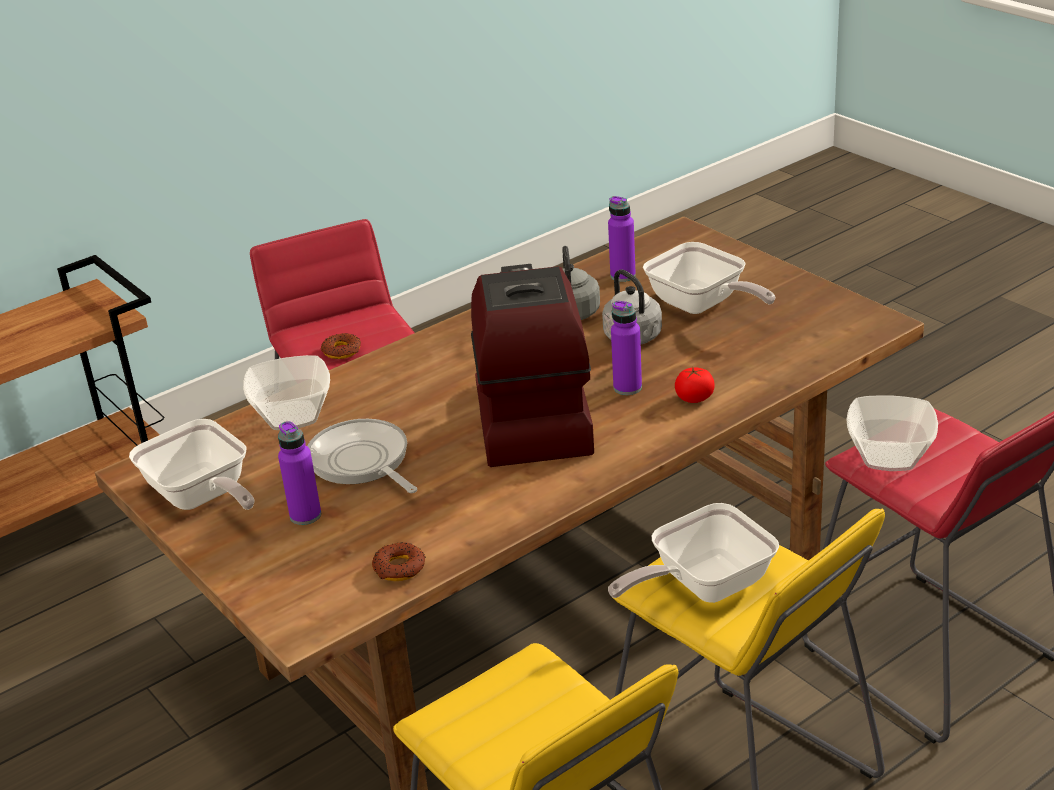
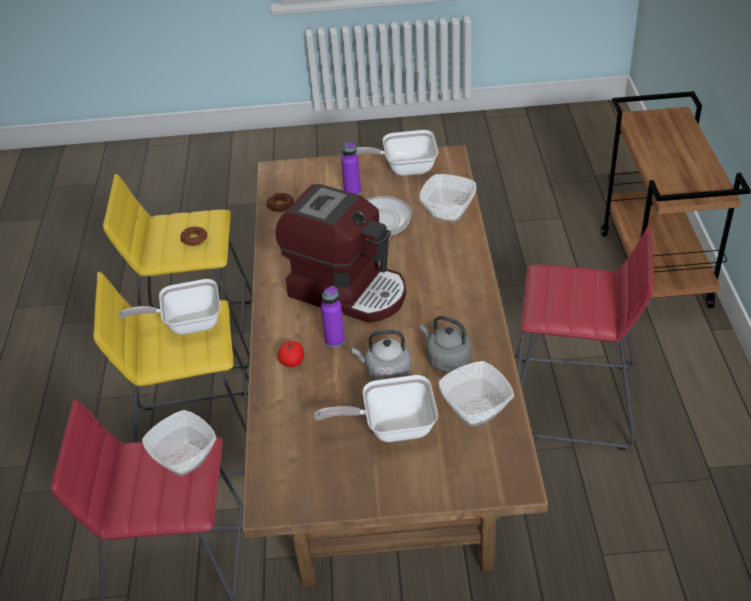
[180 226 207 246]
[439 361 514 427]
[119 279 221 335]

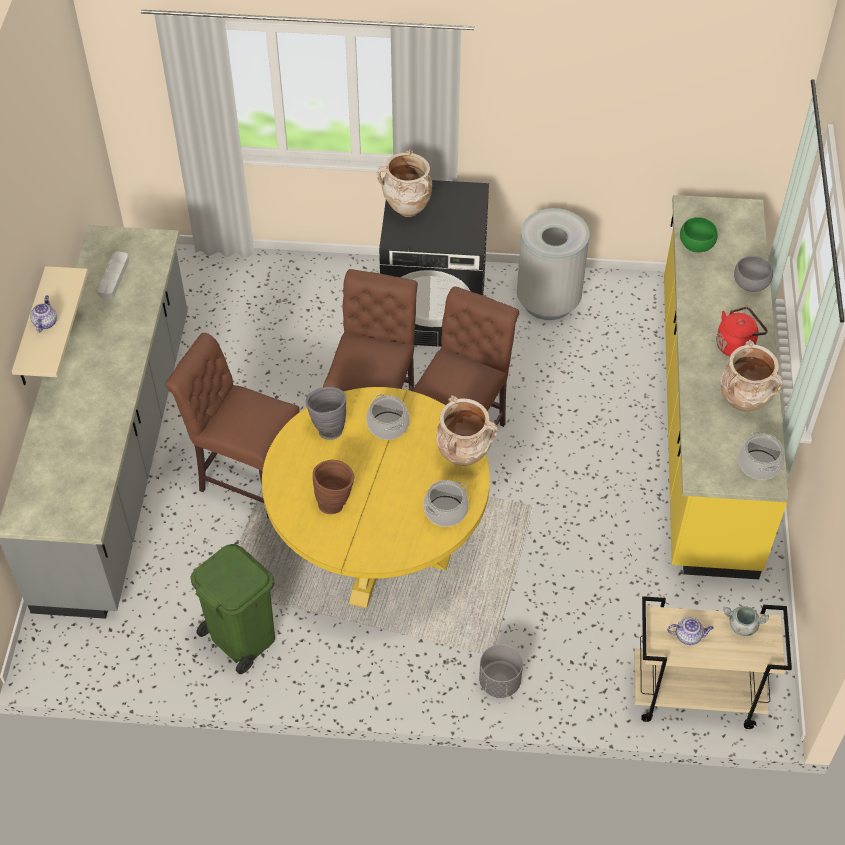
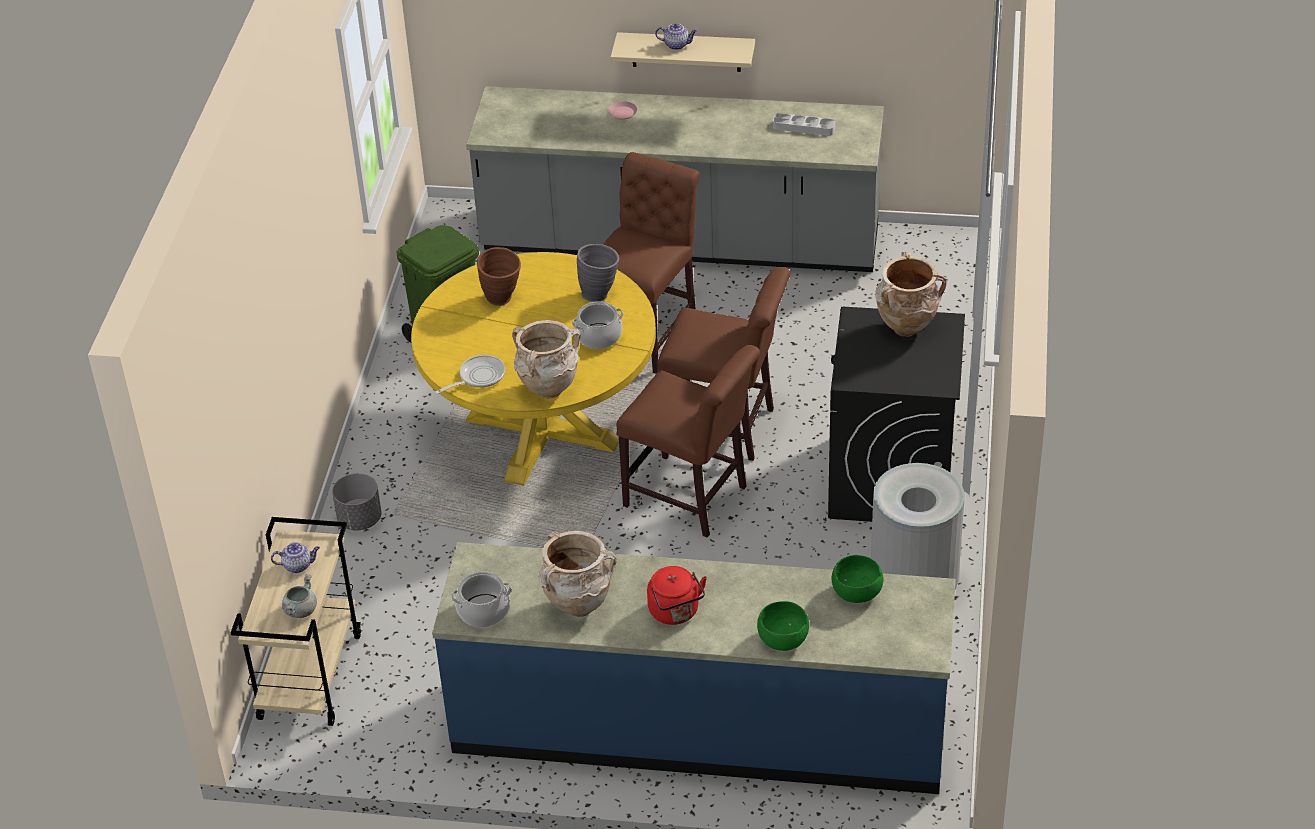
[435 355 505 394]
[432 542 956 794]
[271 542 320 573]
[757 601 809 651]
[608 101 638 120]

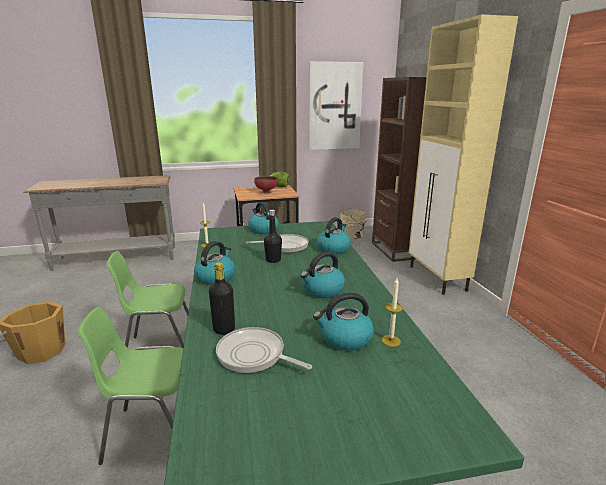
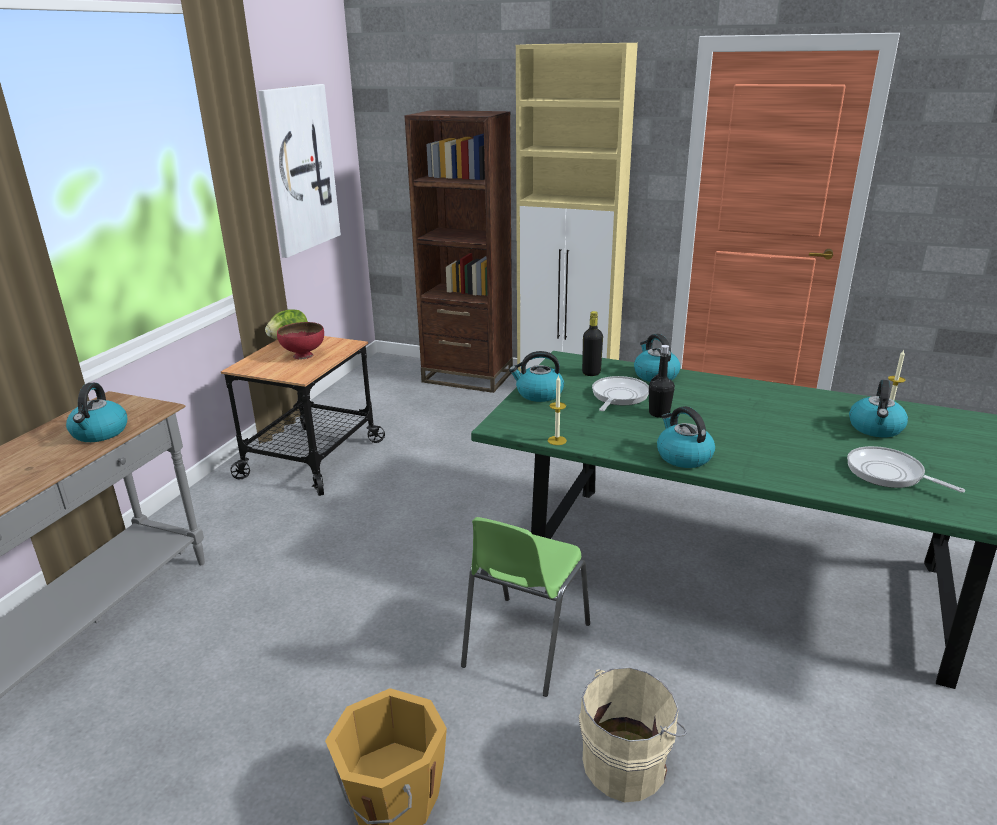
[77 307 183 465] (first image)
[582 311 603 376]
[847 446 965 493]
[66 383 127 442]
[579 667 687 803]

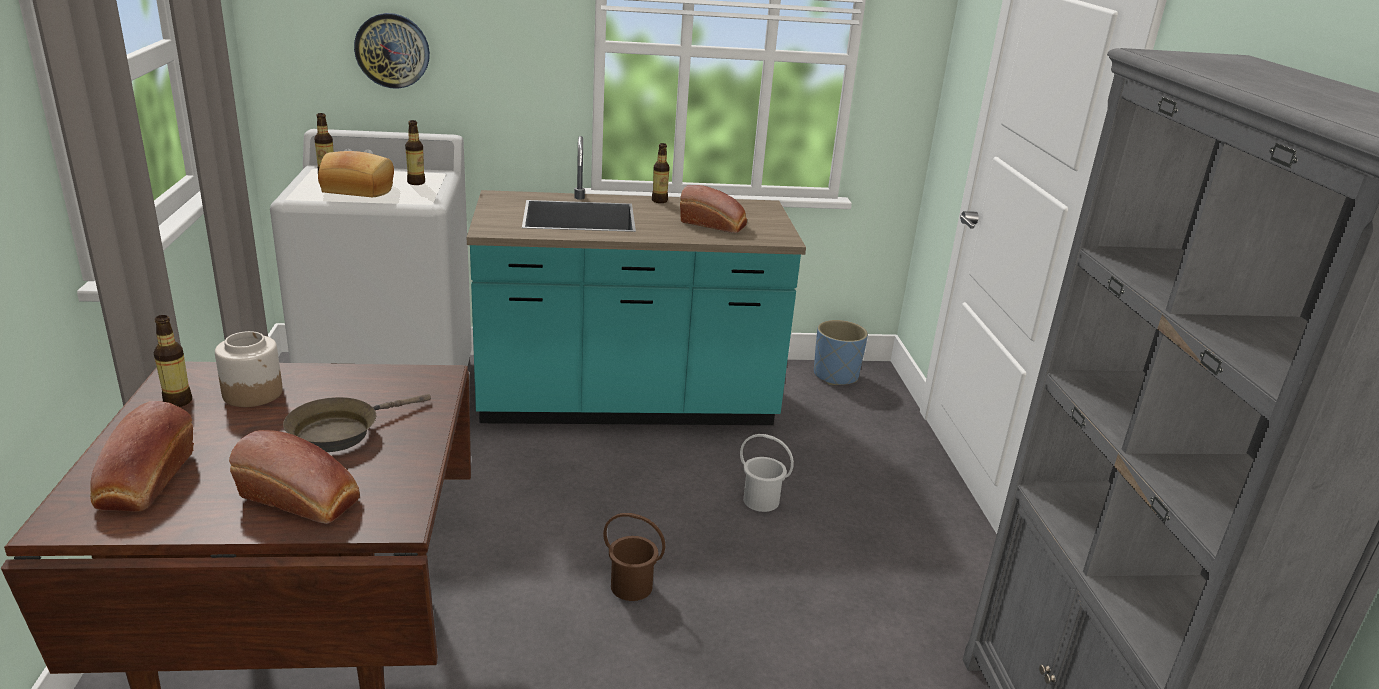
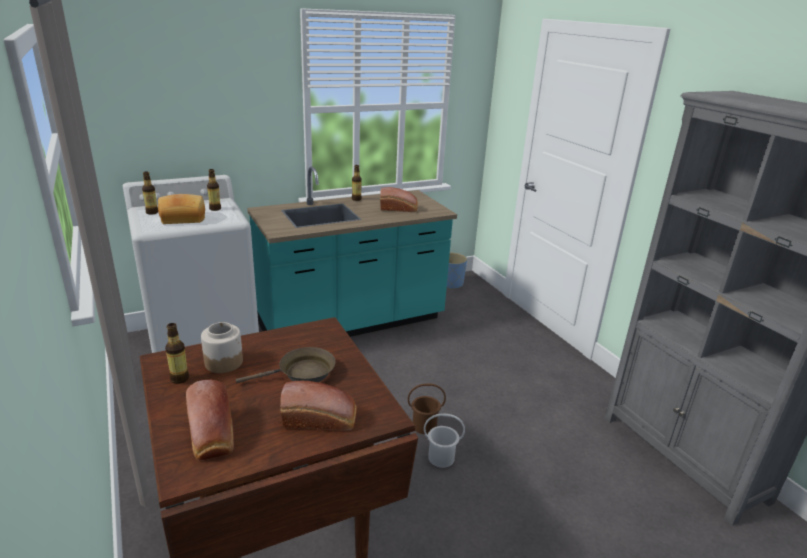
[236 347 335 383]
[354 13 430 89] (first image)
[424 413 465 468]

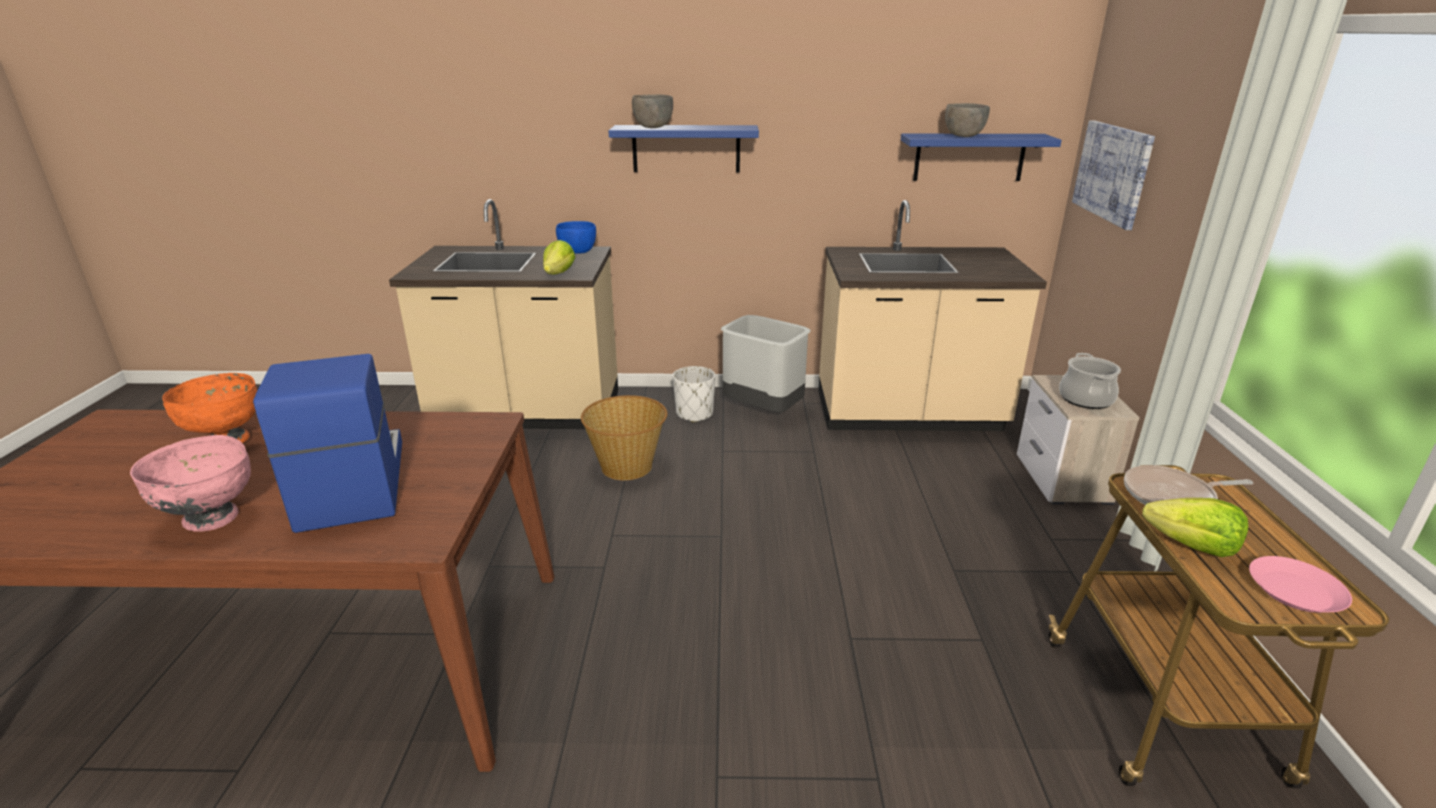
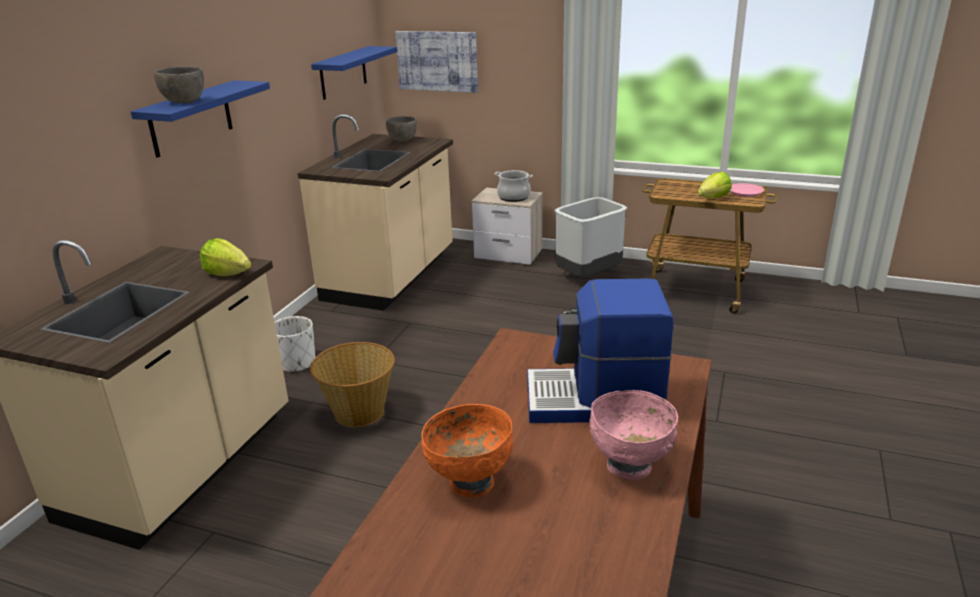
[556 221 596 254] (first image)
[554 197 627 277]
[386 116 417 141]
[1124 465 1253 505] (first image)

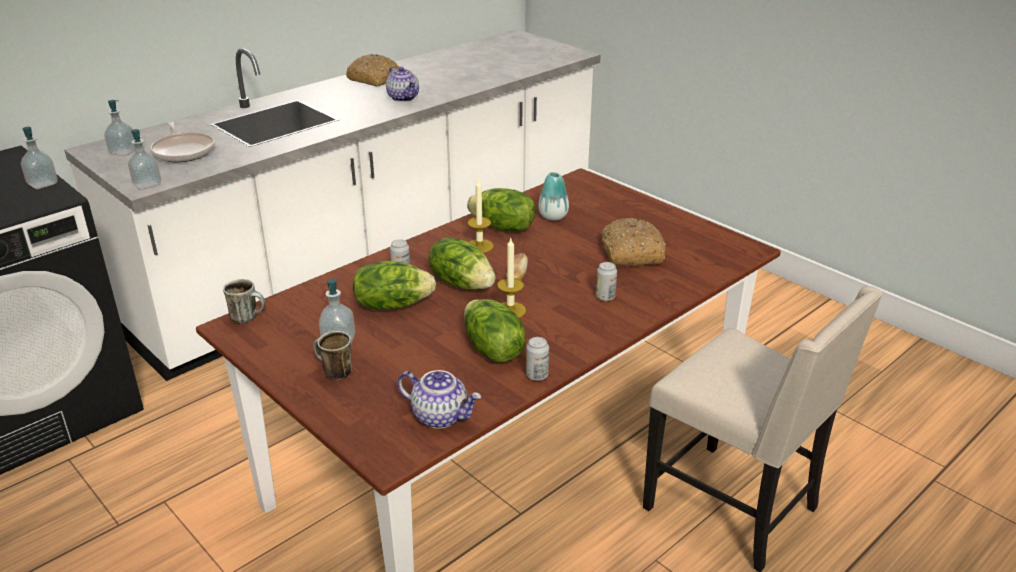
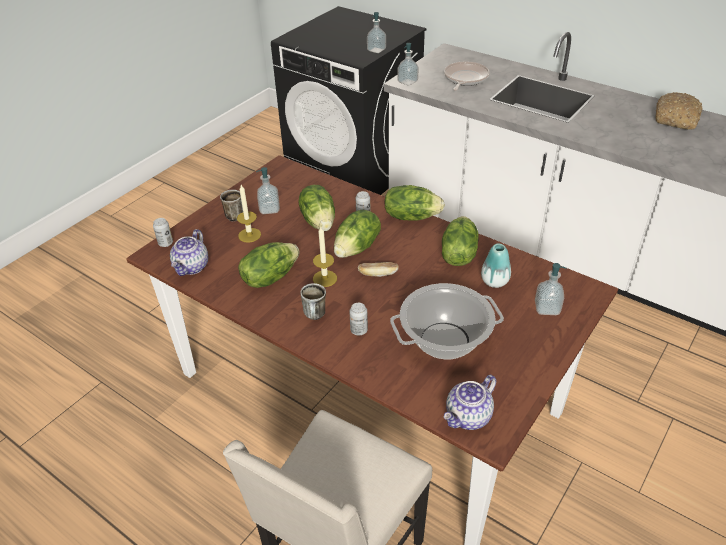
[535 263 567 315]
[444 62 490 91]
[300 283 326 320]
[443 375 496 430]
[237 185 261 243]
[153 218 173 247]
[390 283 504 359]
[384 185 445 221]

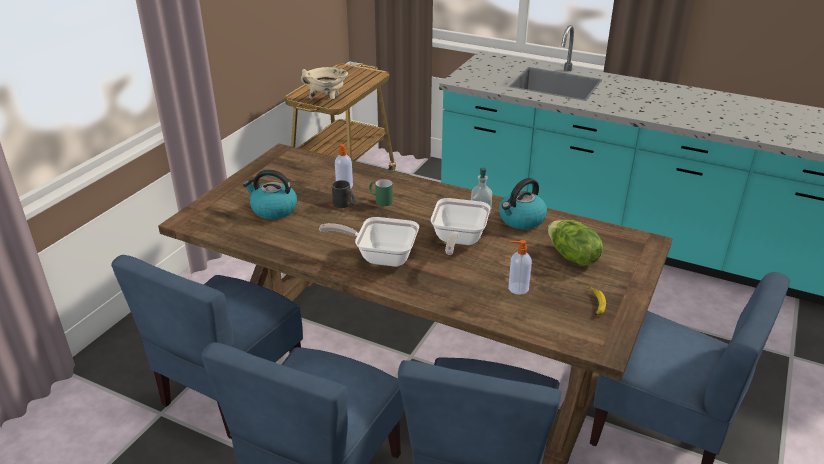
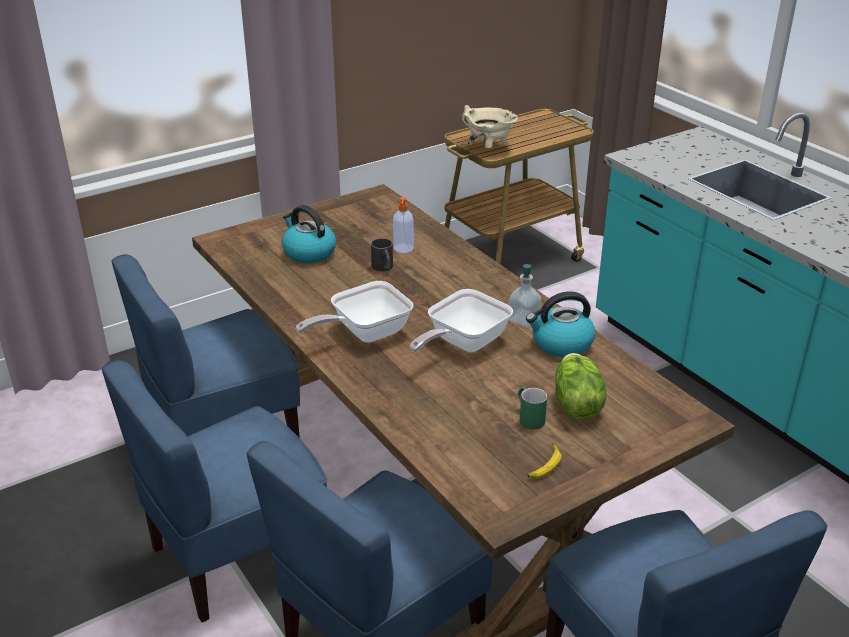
[296 281 413 343]
[518 387 547 430]
[508 240 532 295] (first image)

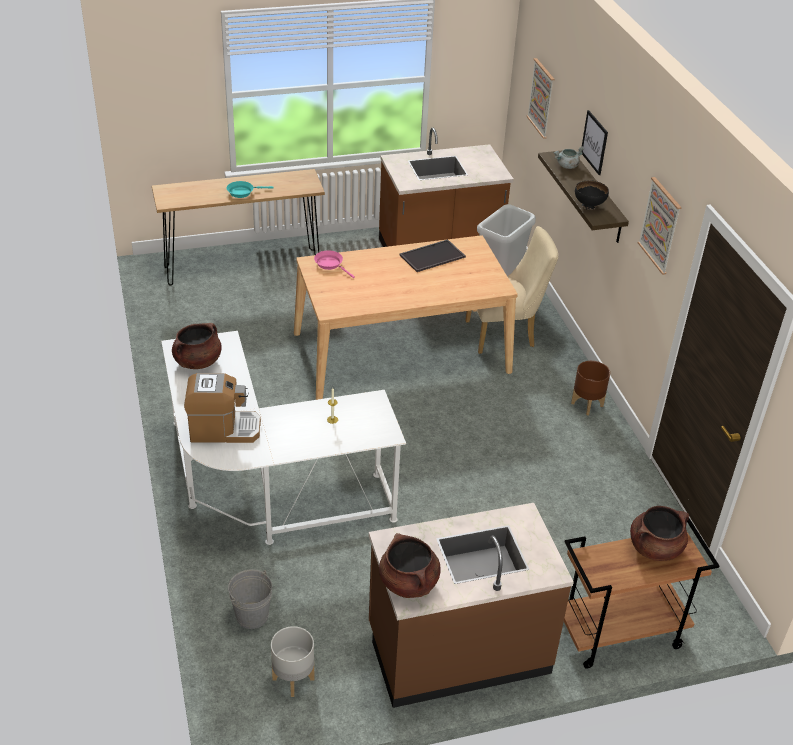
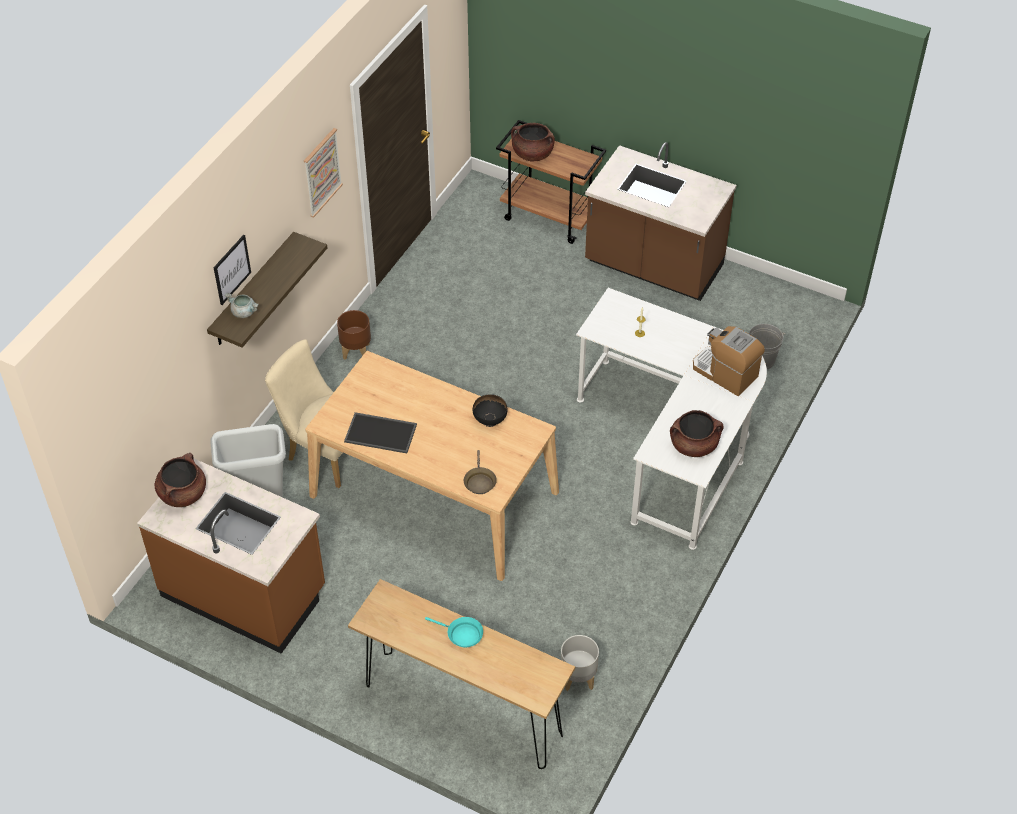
[561 635 599 691]
[464 450 497 494]
[154 453 206 507]
[526 58 555 139] (first image)
[473 394 508 427]

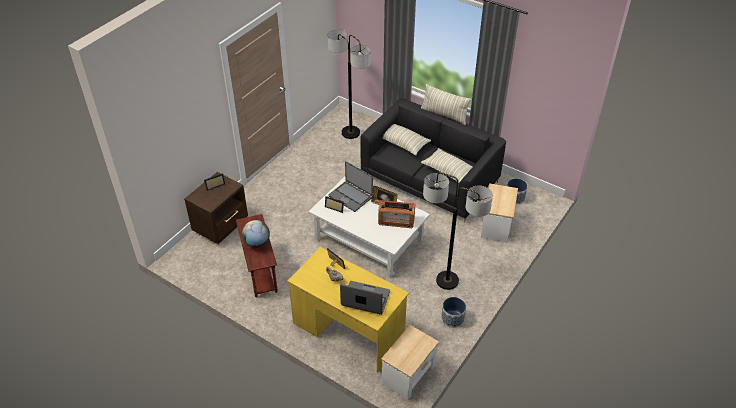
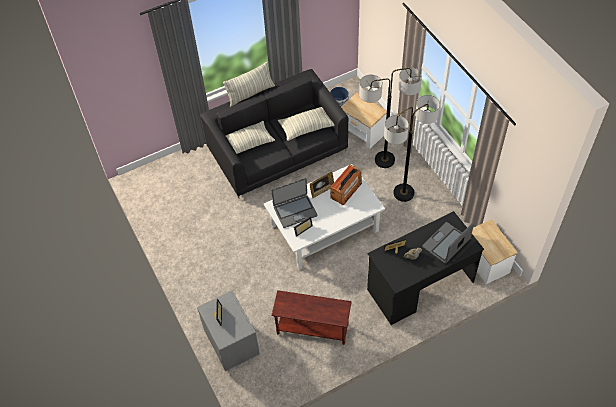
[197 291 260 371]
[242 220 270 248] (first image)
[367 211 484 325]
[359 67 422 168]
[441 297 466 328] (first image)

